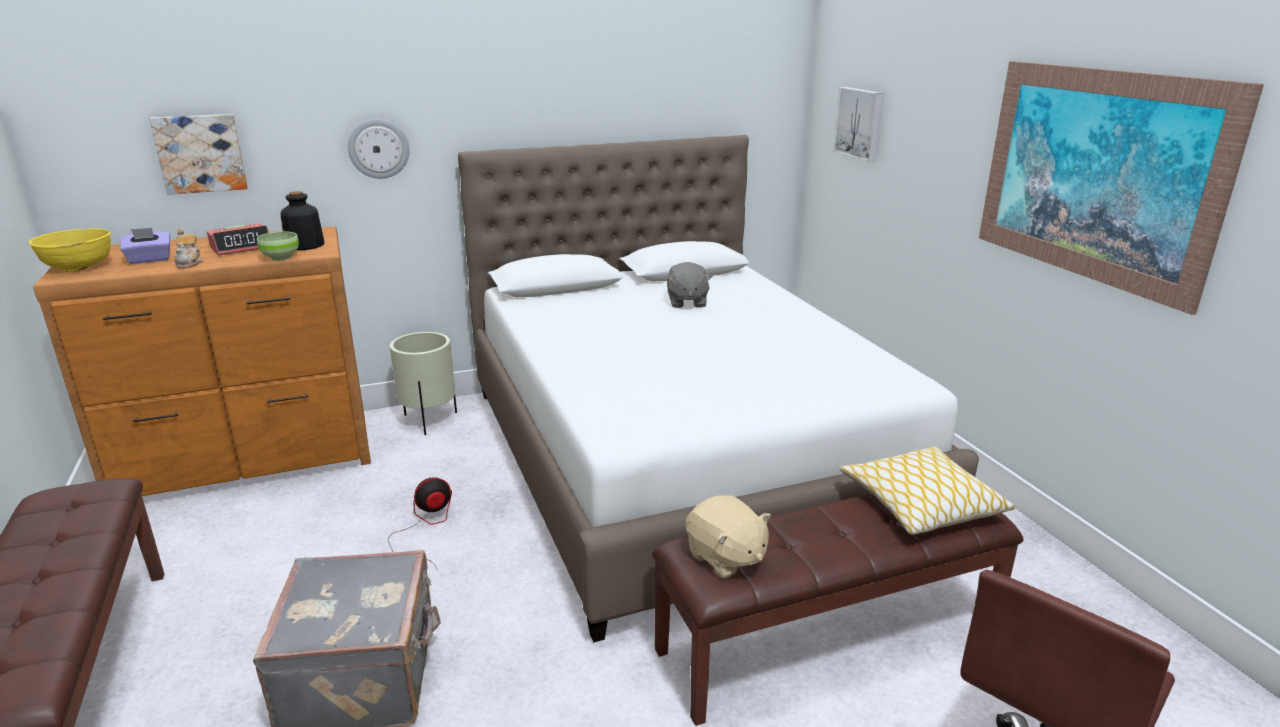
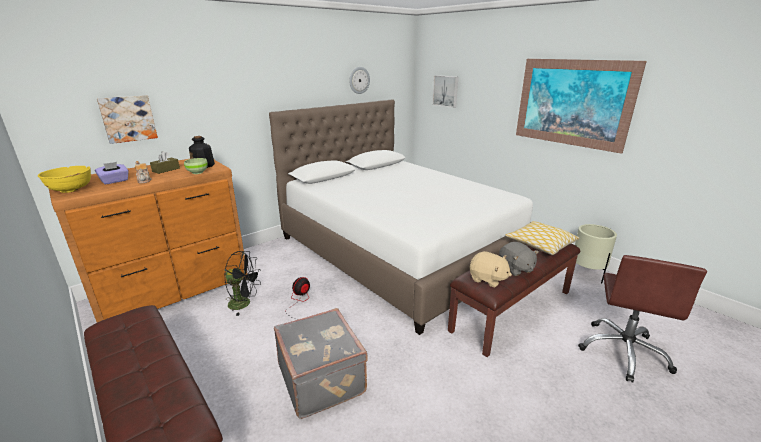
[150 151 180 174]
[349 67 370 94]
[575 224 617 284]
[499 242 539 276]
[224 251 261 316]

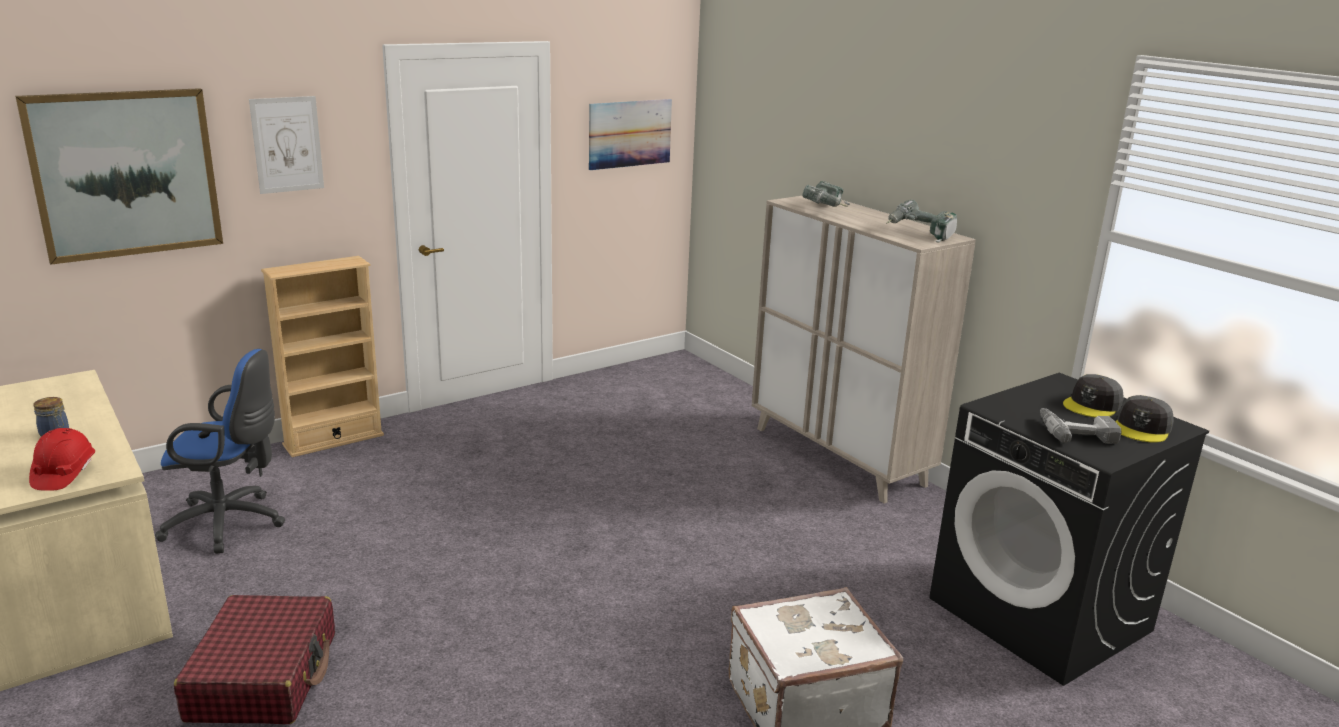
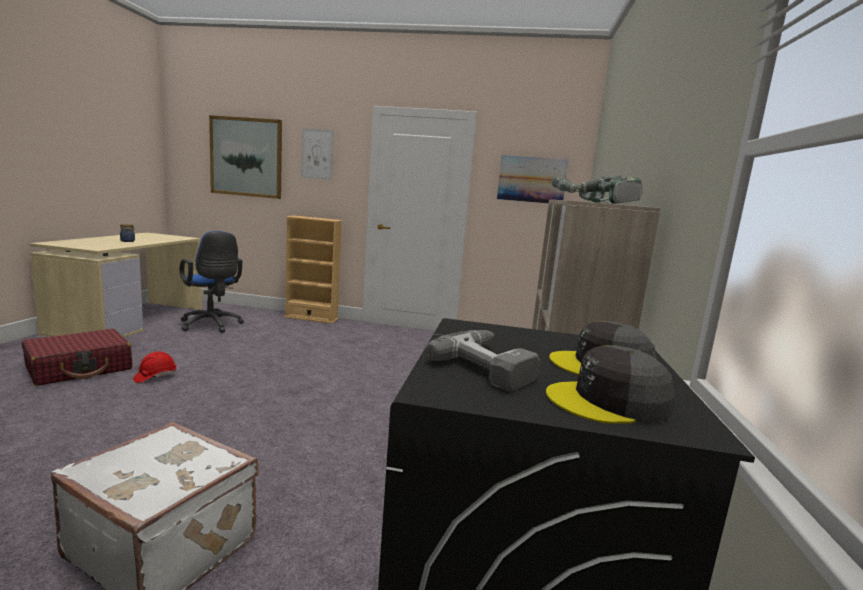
[133 351 177 383]

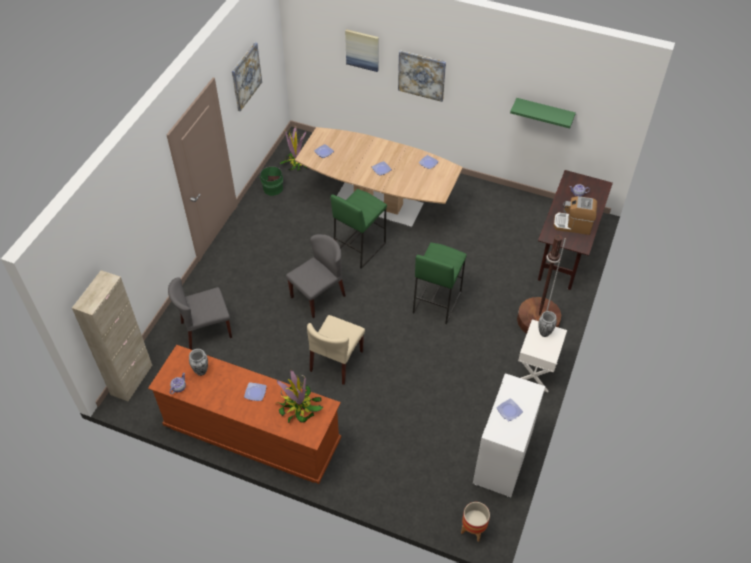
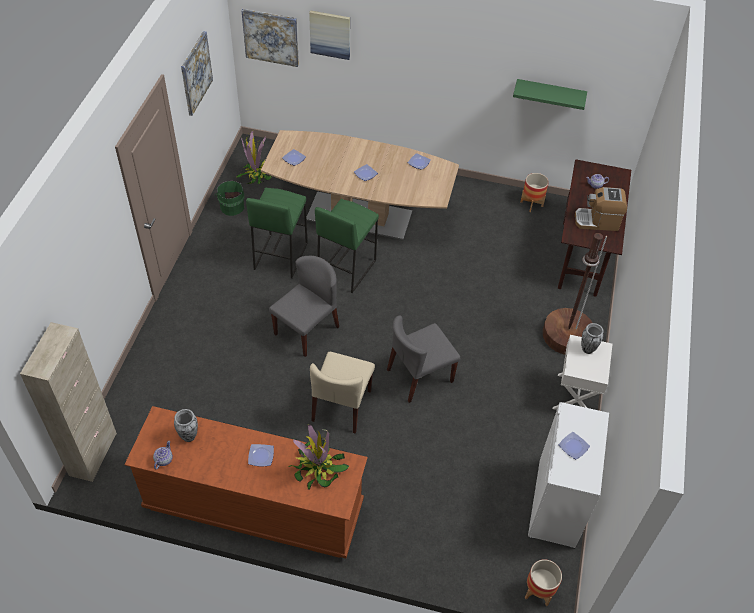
[387 316 460 403]
[241 9 299 67]
[246 187 308 279]
[520 173 549 212]

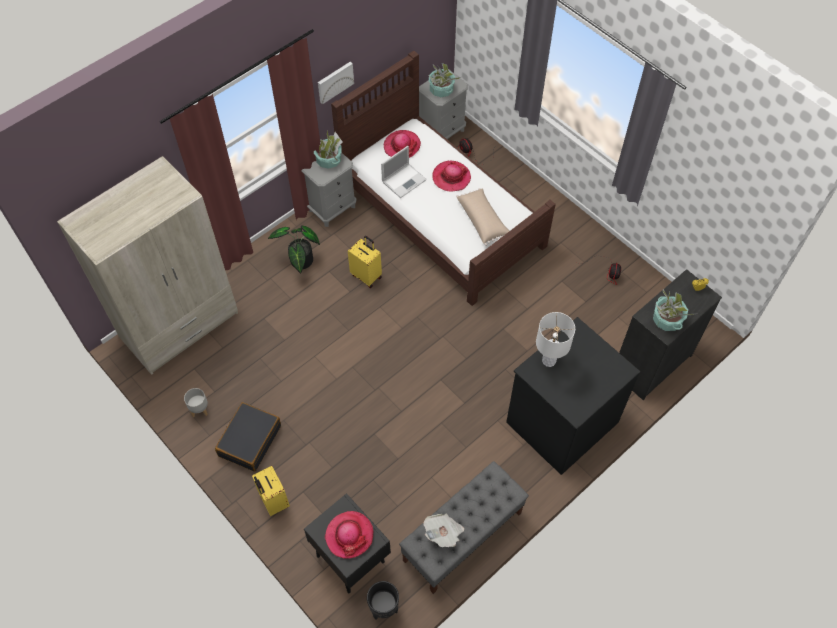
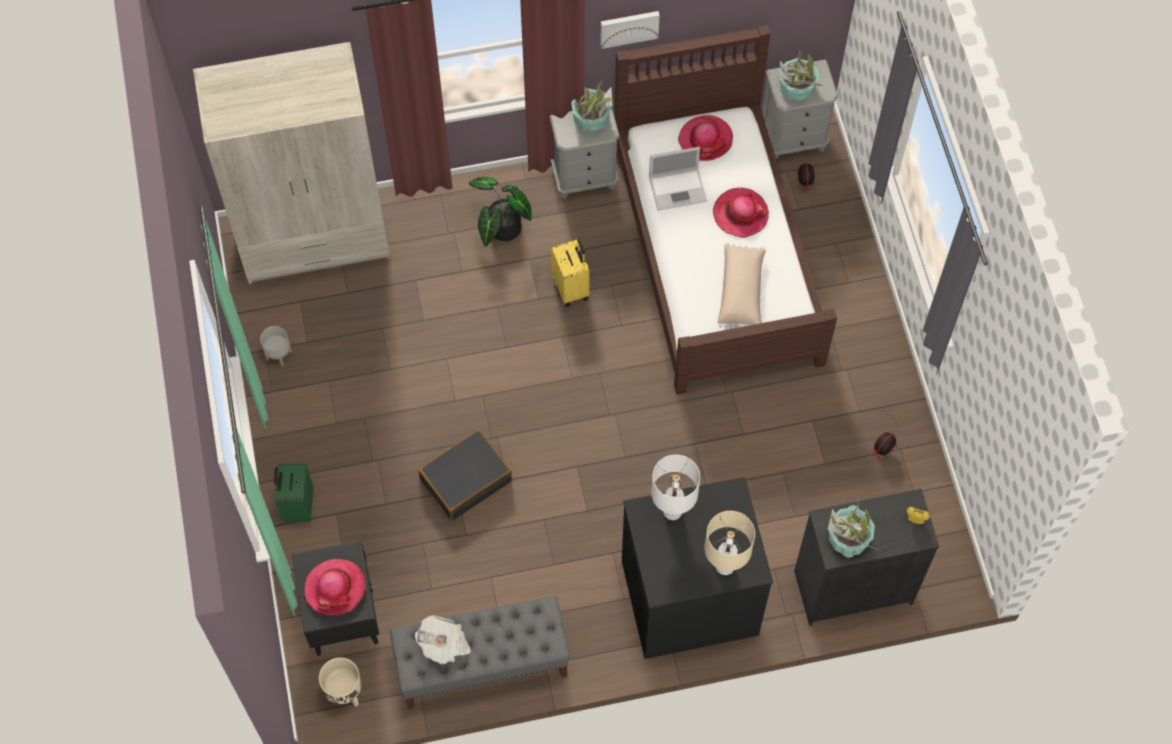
[418 430 512 520]
[274 464 313 522]
[319 657 361 707]
[704 511 755 575]

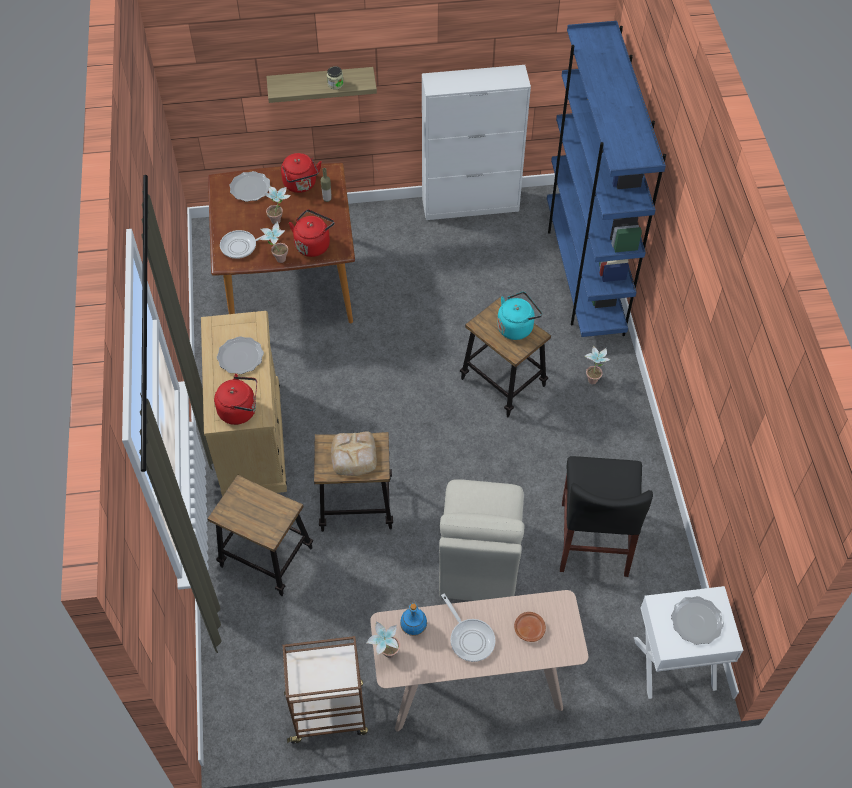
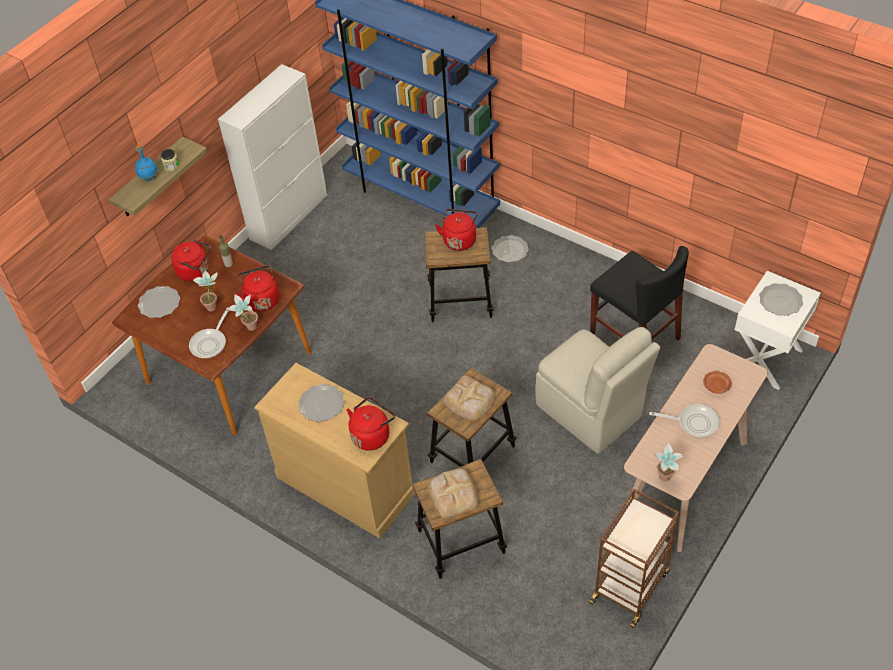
[135 145 158 182]
[435 209 477 251]
[491 235 529 263]
[428 469 479 518]

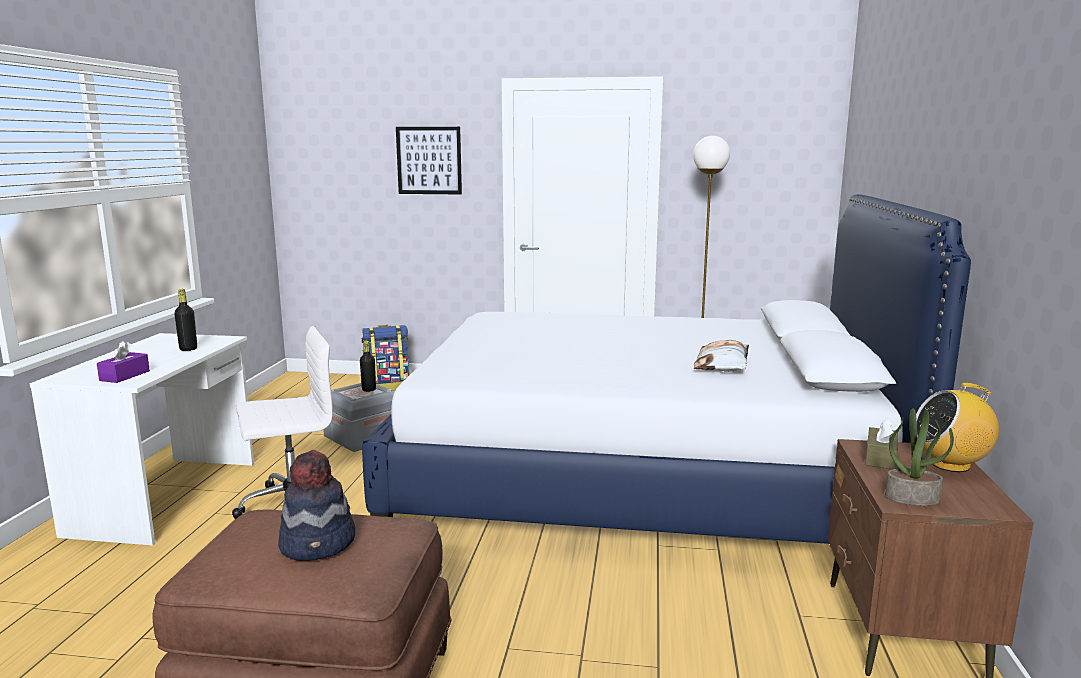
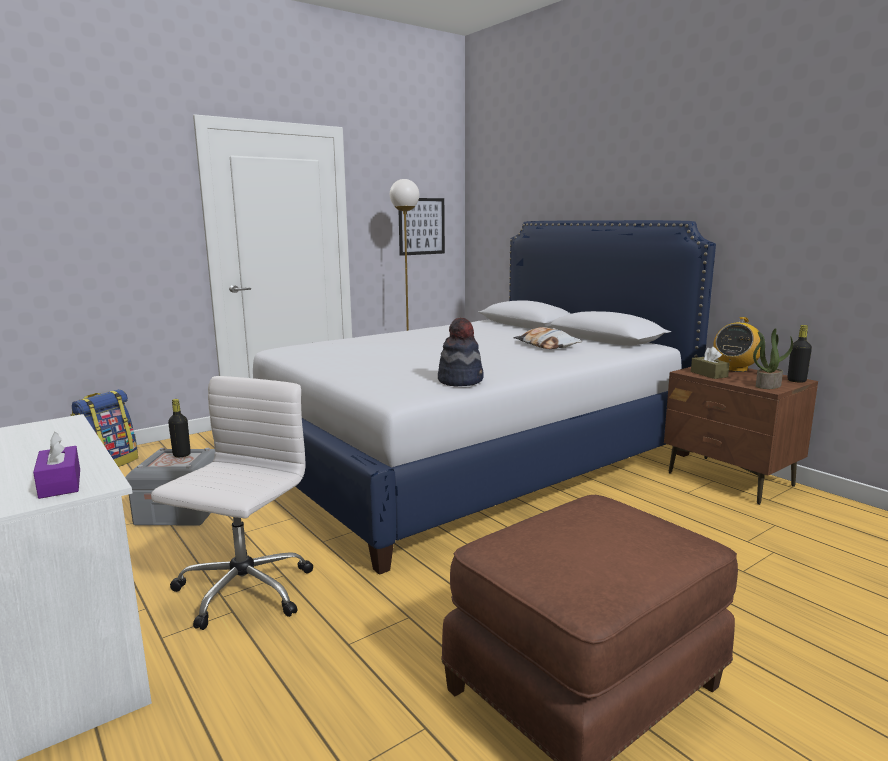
[787 325 812 382]
[438 318 484 386]
[398 198 445 256]

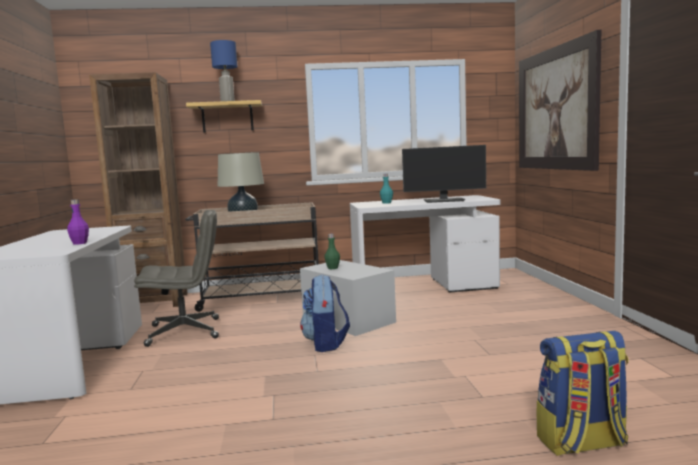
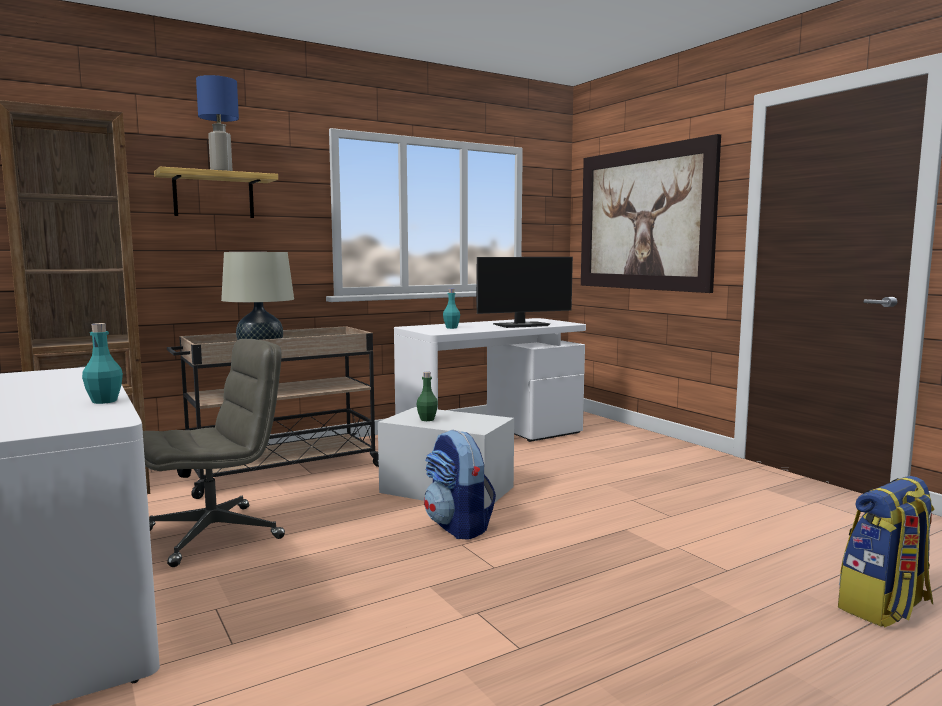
[82 323 123 404]

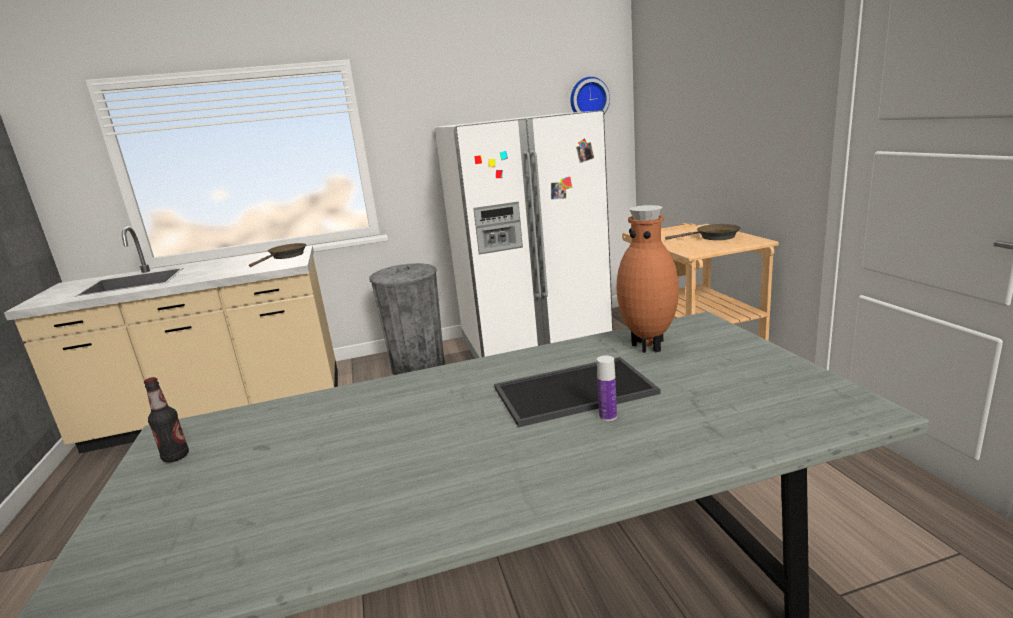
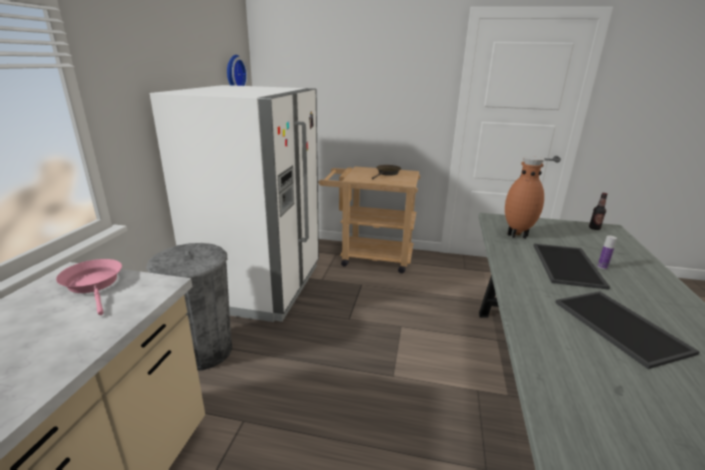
[589 193 608 230]
[56 259 122 315]
[555 291 700 369]

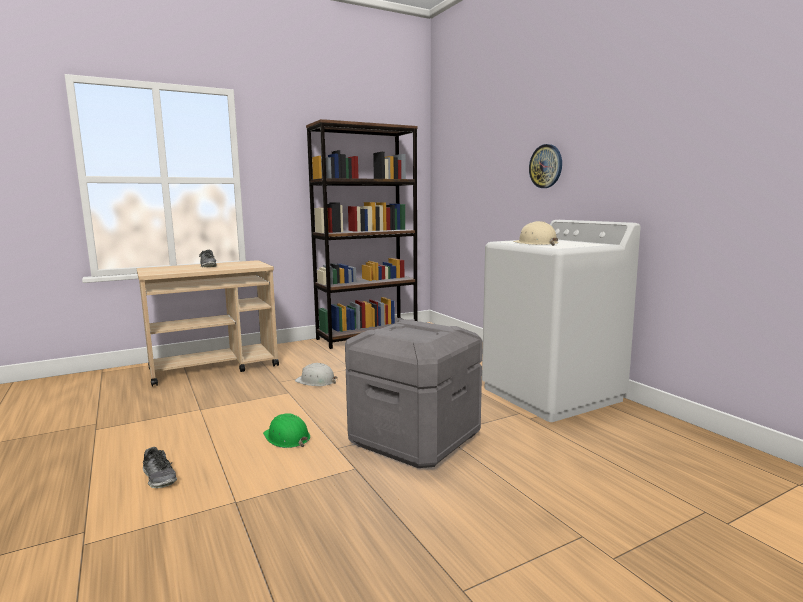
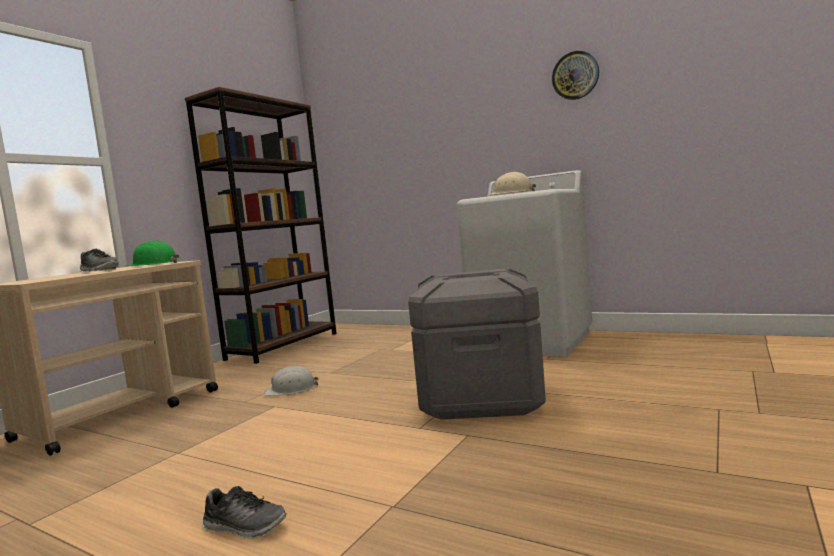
[127 241 179 266]
[552 51 599 100]

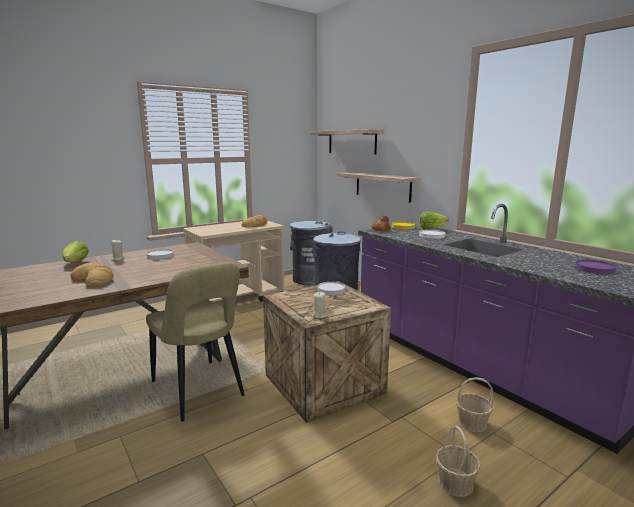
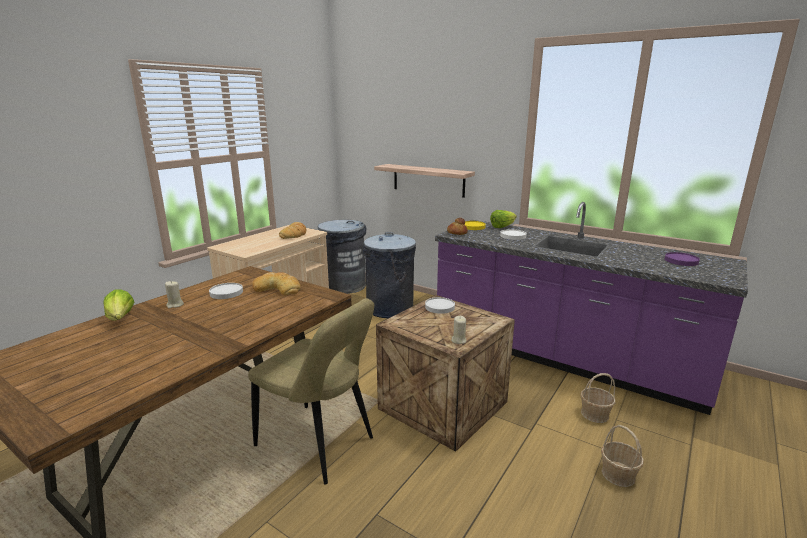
[252 272 300 296]
[310 129 384 155] (first image)

